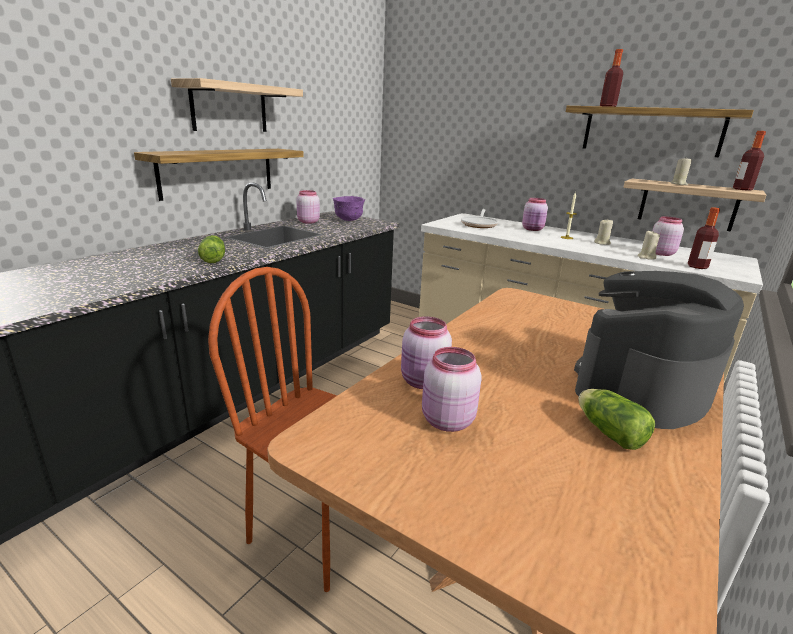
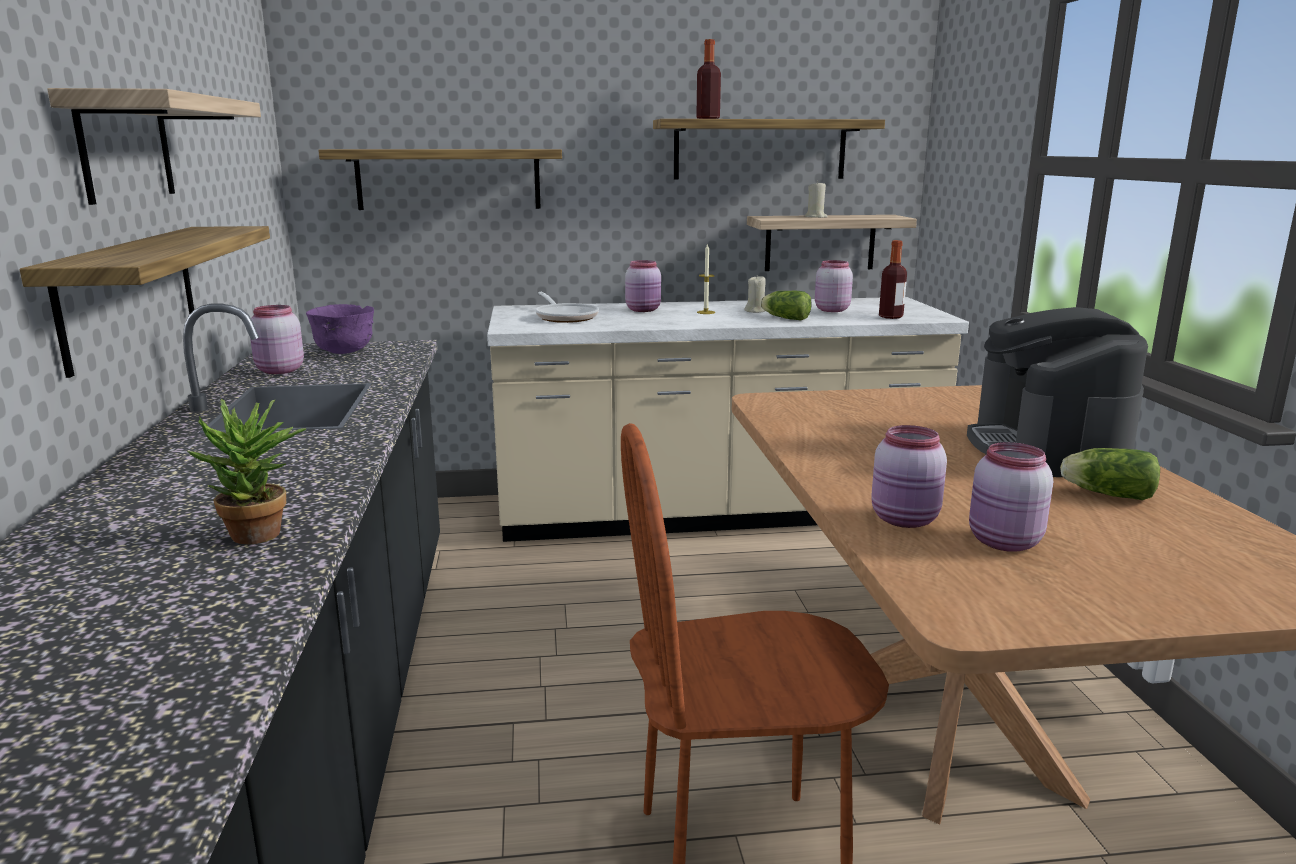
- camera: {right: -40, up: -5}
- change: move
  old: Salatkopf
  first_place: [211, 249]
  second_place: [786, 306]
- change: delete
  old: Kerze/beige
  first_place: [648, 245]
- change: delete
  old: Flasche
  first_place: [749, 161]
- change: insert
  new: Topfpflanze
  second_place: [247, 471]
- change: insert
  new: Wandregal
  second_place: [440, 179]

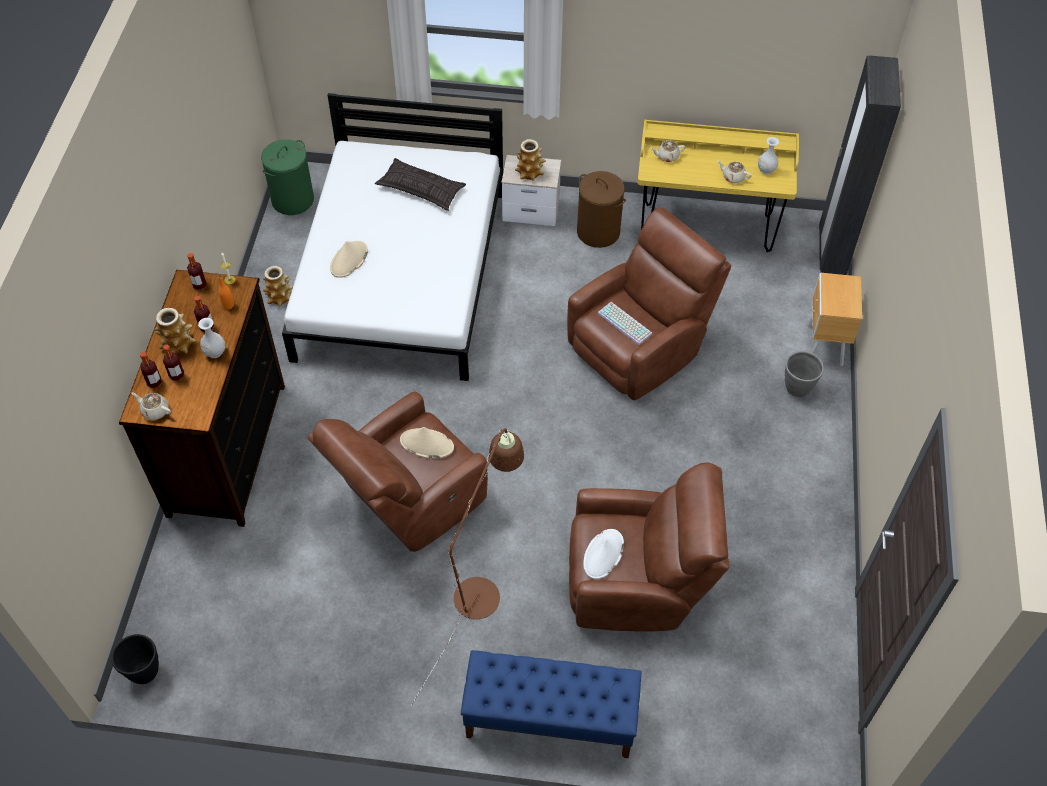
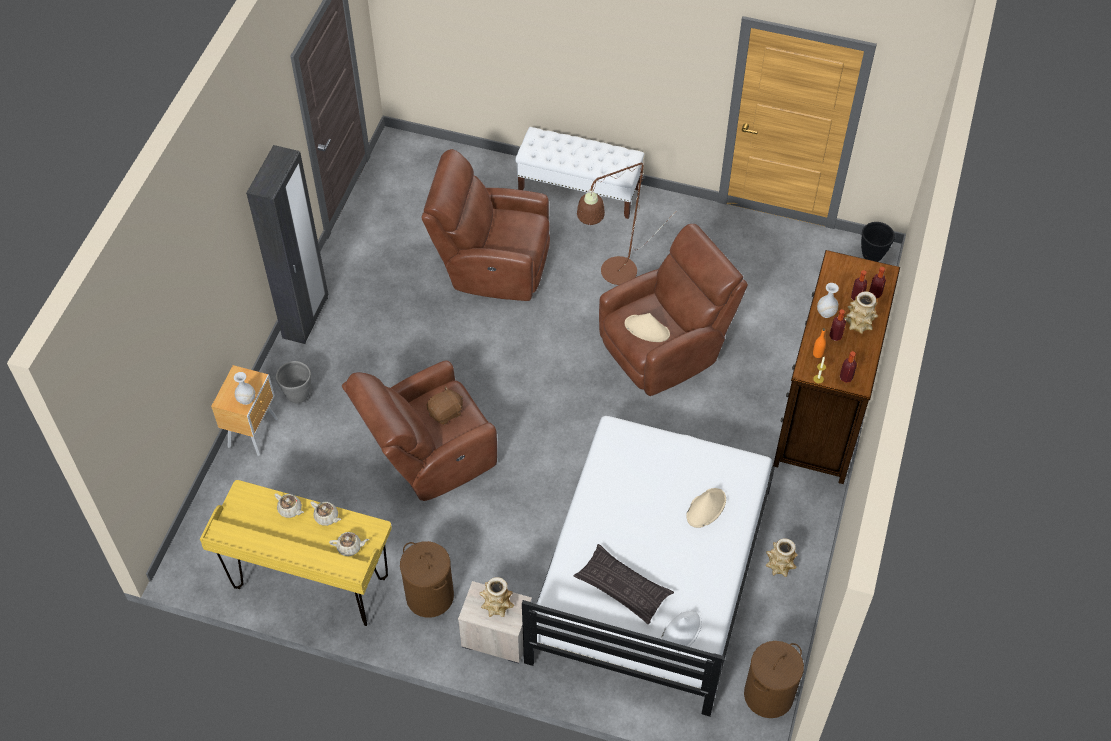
- camera: {right: -170, up: 0}
- change: move
  old: Teekanne/beige
  first_place: [151, 406]
  second_place: [326, 513]
- change: recolor
  old: Wäschekorb/grün
  new: Wäschekorb/braun
  first_place: [287, 177]
  second_place: [774, 679]
- change: recolor
  old: Bank/blau
  new: Bank/weiß
  first_place: [551, 704]
  second_place: [579, 173]
- change: move
  old: Hut/weiß
  first_place: [603, 554]
  second_place: [681, 631]
- change: replace
  old: Tastatur
  new: Plüschtier/braun
  first_place: [625, 323]
  second_place: [445, 405]
- change: move
  old: Vase/weiß
  first_place: [768, 155]
  second_place: [244, 388]
- change: move
  old: Kleiderschrank/schwarz
  first_place: [860, 165]
  second_place: [287, 244]

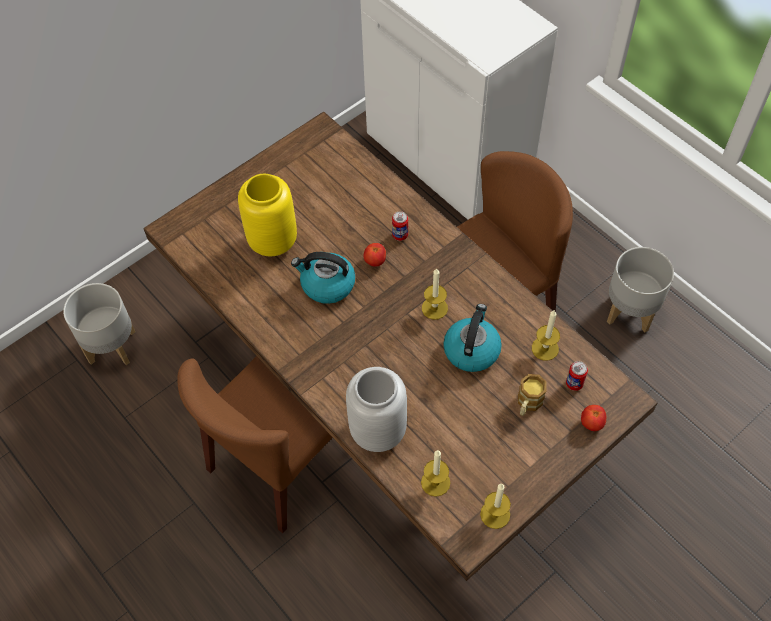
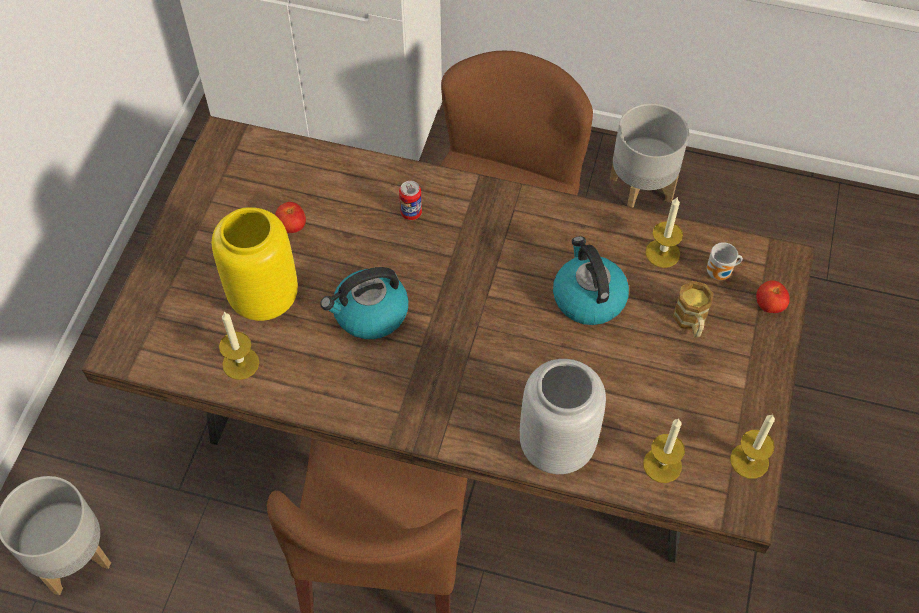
- camera: {right: -35, up: 0}
- change: move
  old: Tomate
  first_place: [375, 255]
  second_place: [290, 217]
- change: move
  old: Kerze
  first_place: [435, 294]
  second_place: [239, 345]
- change: replace
  old: Dose
  new: Henkelbecher
  first_place: [577, 376]
  second_place: [725, 261]

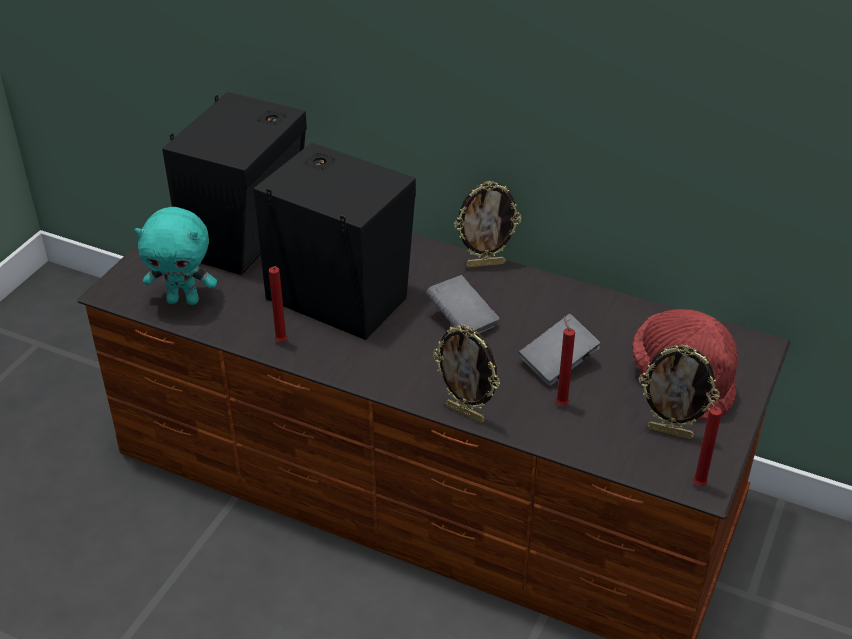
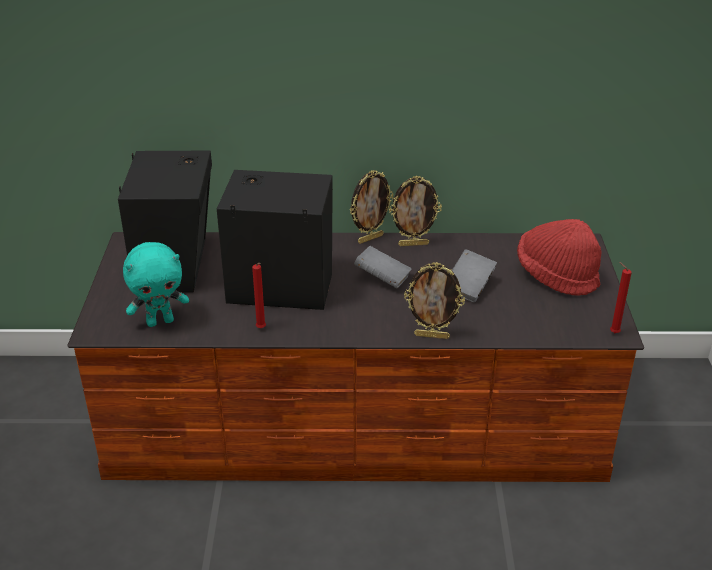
- camera: {right: -25, up: -5}
- change: delete
  old: Kerze/rot
  first_place: [565, 360]
- change: move
  old: Bilderrahmen
  first_place: [679, 392]
  second_place: [415, 211]

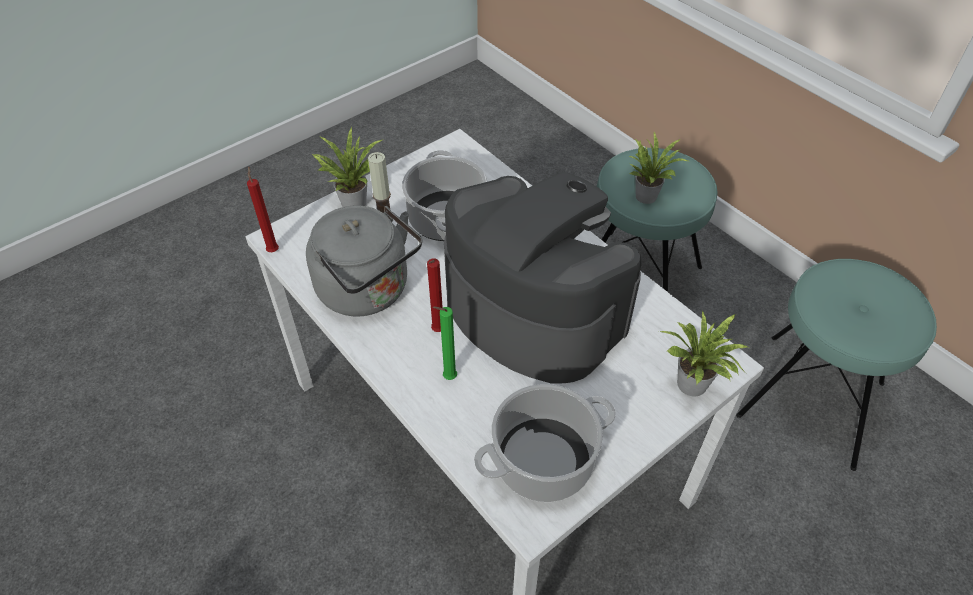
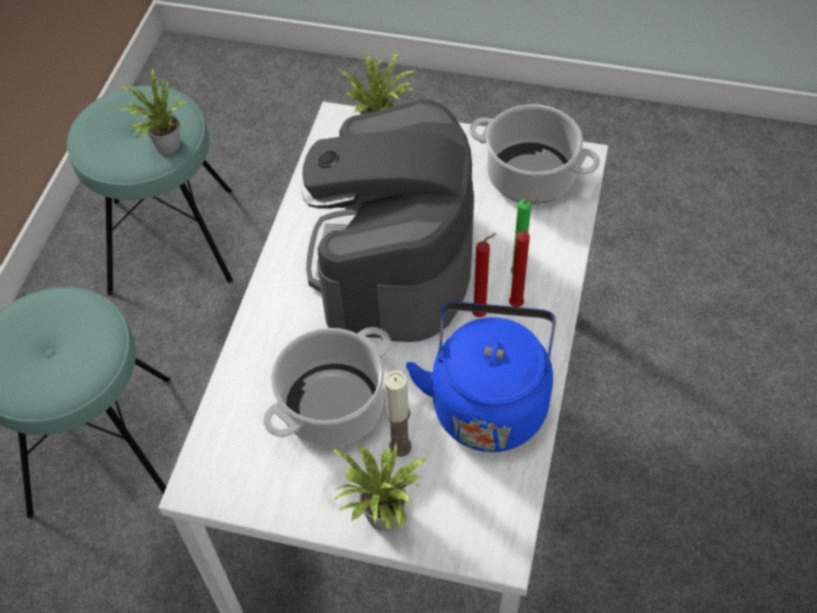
- camera: {right: -125, up: 5}
- change: move
  old: Kerze/rot
  first_place: [263, 209]
  second_place: [519, 269]
- change: recolor
  old: Wasserkessel/grau
  new: Wasserkessel/blau
  first_place: [364, 261]
  second_place: [481, 377]
- change: move
  old: Topfpflanze
  first_place: [658, 168]
  second_place: [152, 110]

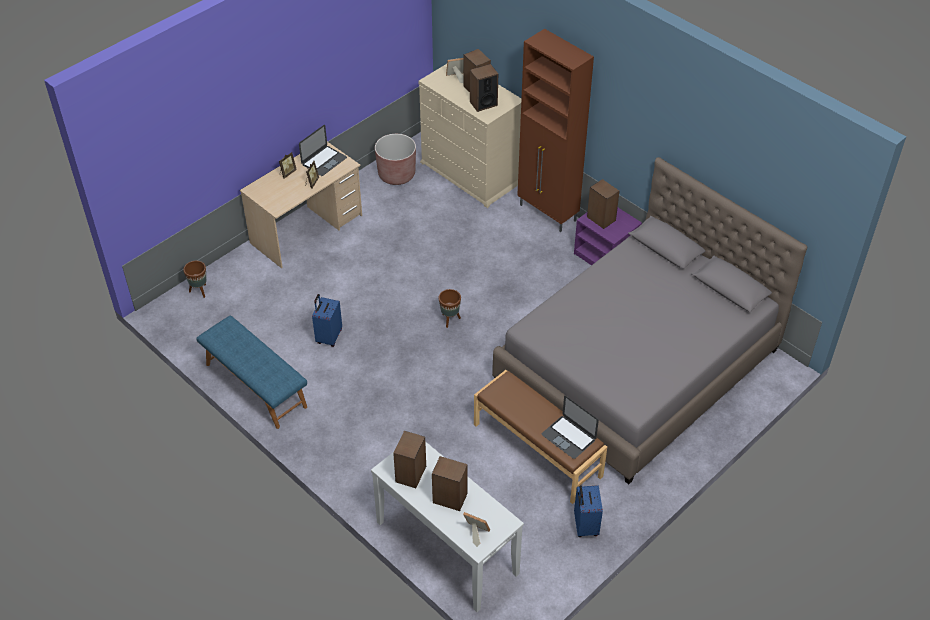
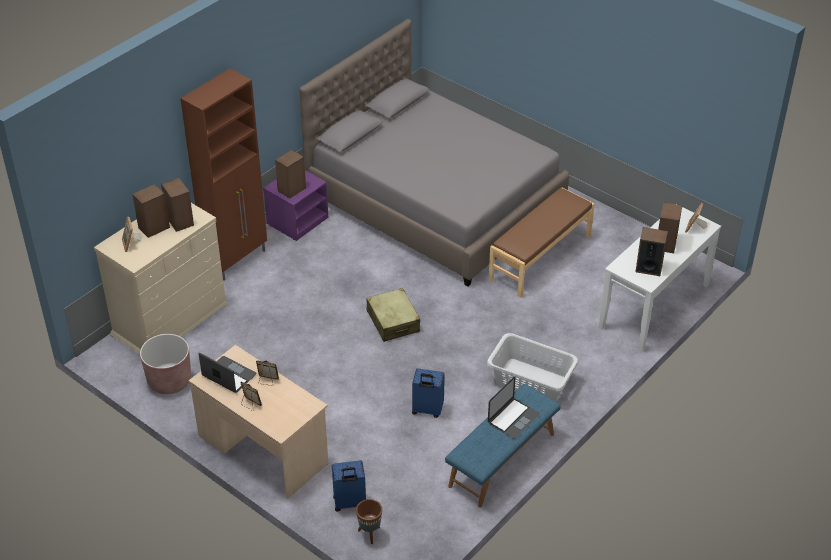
- camera: {right: -95, up: -5}
- change: replace
  old: Pflanzkübel/braun
  new: Koffer/beige
  first_place: [449, 308]
  second_place: [393, 315]
- change: move
  old: Laptop
  first_place: [570, 427]
  second_place: [514, 407]
- change: move
  old: Koffer/blau
  first_place: [588, 511]
  second_place: [349, 486]
- change: insert
  new: Wäschekorb/grau
  second_place: [532, 367]

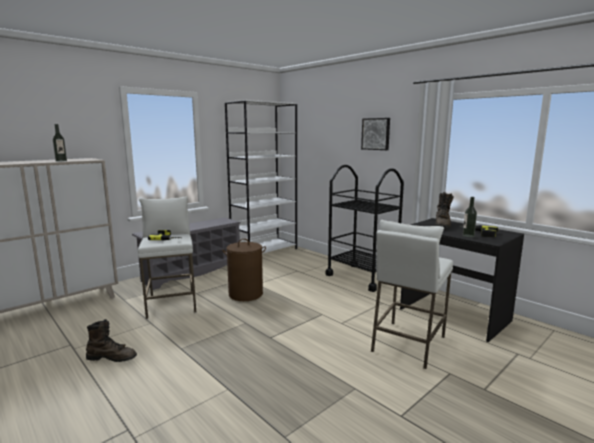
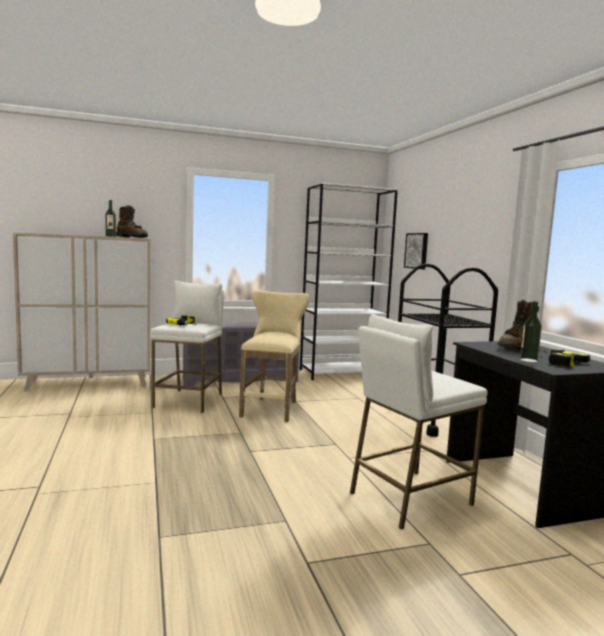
- camera: {right: 25, up: -5}
- change: move
  old: Stiefel/braun
  first_place: [111, 340]
  second_place: [132, 221]
- change: replace
  old: Wäschekorb/braun
  new: Hocker/beige
  first_place: [244, 270]
  second_place: [274, 356]
- change: move
  old: Bild
  first_place: [375, 134]
  second_place: [416, 251]

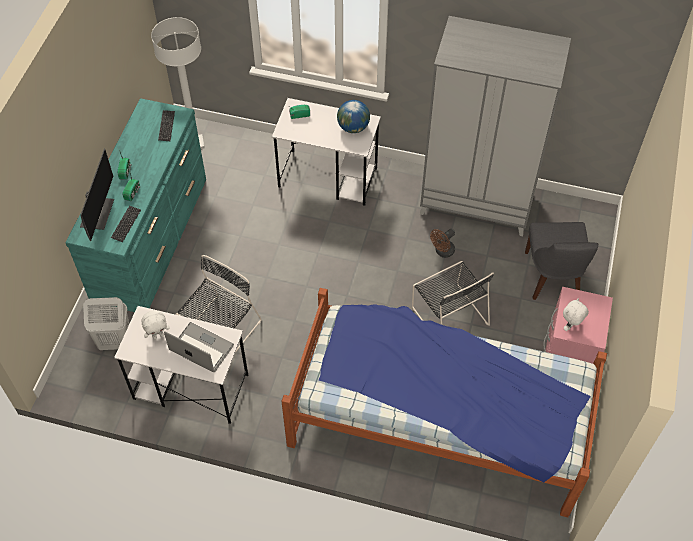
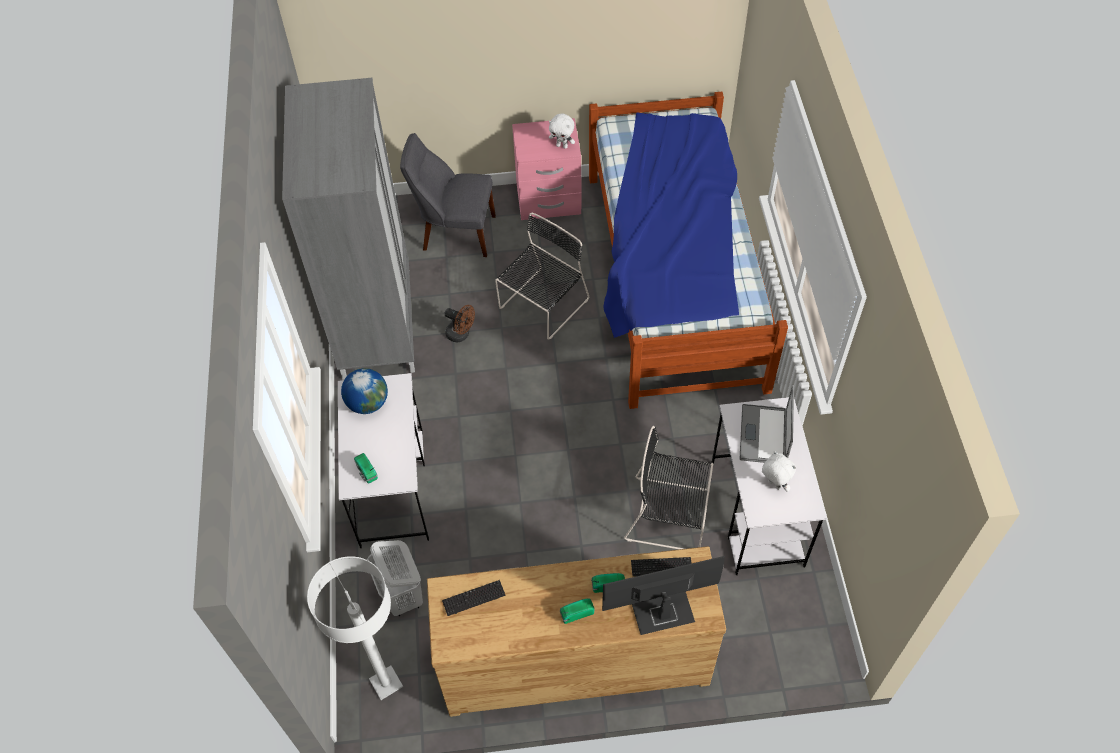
- camera: {right: -110, up: 0}
- change: recolor
  old: Kommode/türkis
  new: Kommode/braun
  first_place: [135, 205]
  second_place: [576, 631]
- change: move
  old: Wäschekorb/weiß
  first_place: [106, 323]
  second_place: [395, 578]
- change: rotate
  old: Stuhl/grau
  first_place: [561, 261]
  second_place: [448, 195]
  degrees: -150

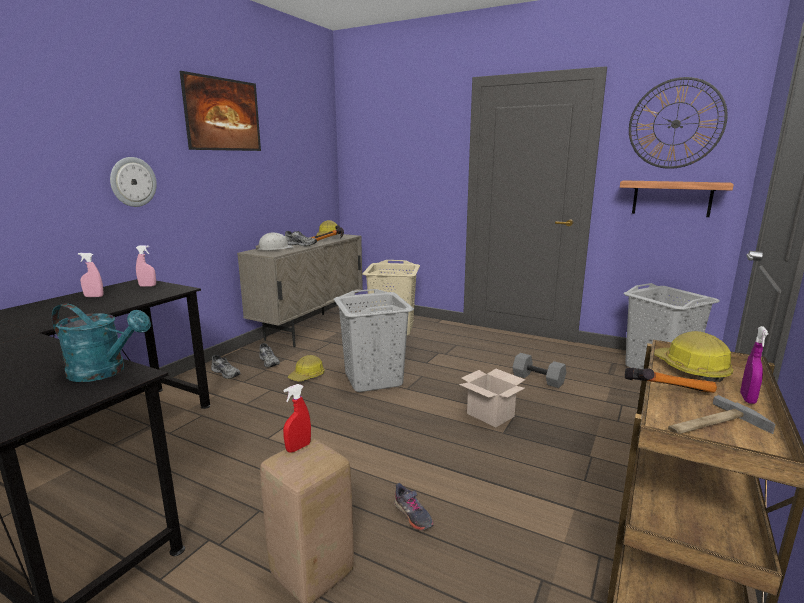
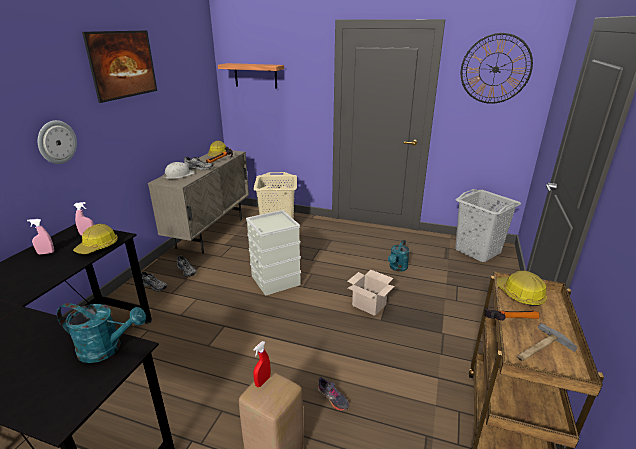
- camera: {right: -10, up: 10}
- change: move
  old: Schutzhelm
  first_place: [306, 368]
  second_place: [95, 239]
- change: replace
  old: Wäschekorb/grau
  new: Aufbewahrungsbox/grau
  first_place: [374, 340]
  second_place: [273, 253]
- change: replace
  old: Hantel/grau
  new: Gießkanne/türkis
  first_place: [539, 370]
  second_place: [398, 256]
- change: move
  old: Wandregal
  first_place: [677, 198]
  second_place: [251, 75]
- change: delete
  old: Sprühflasche/lila
  first_place: [754, 365]

